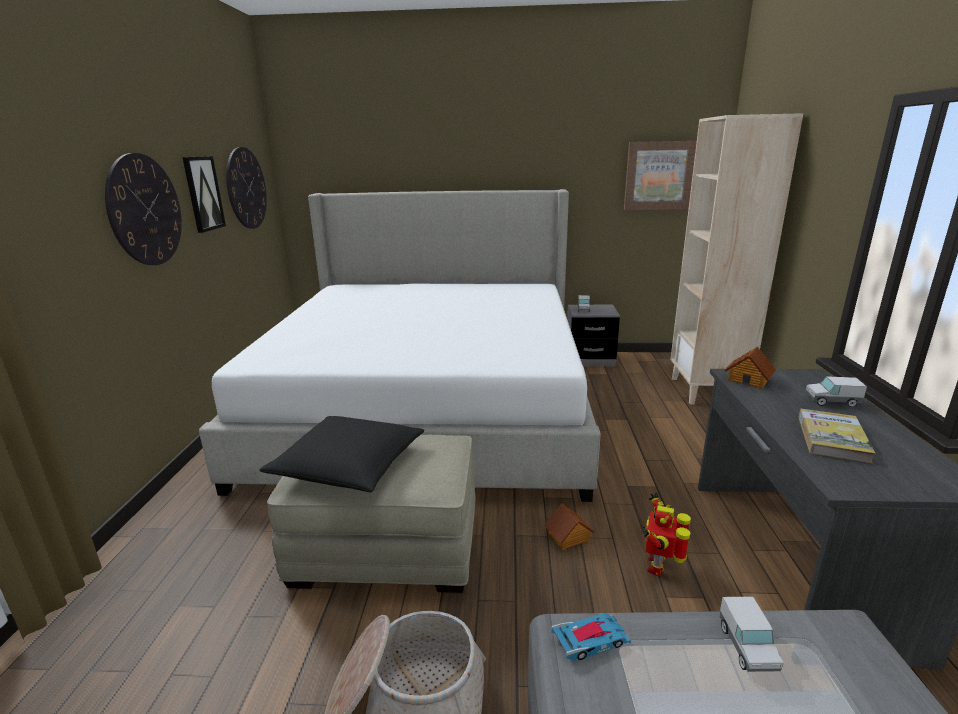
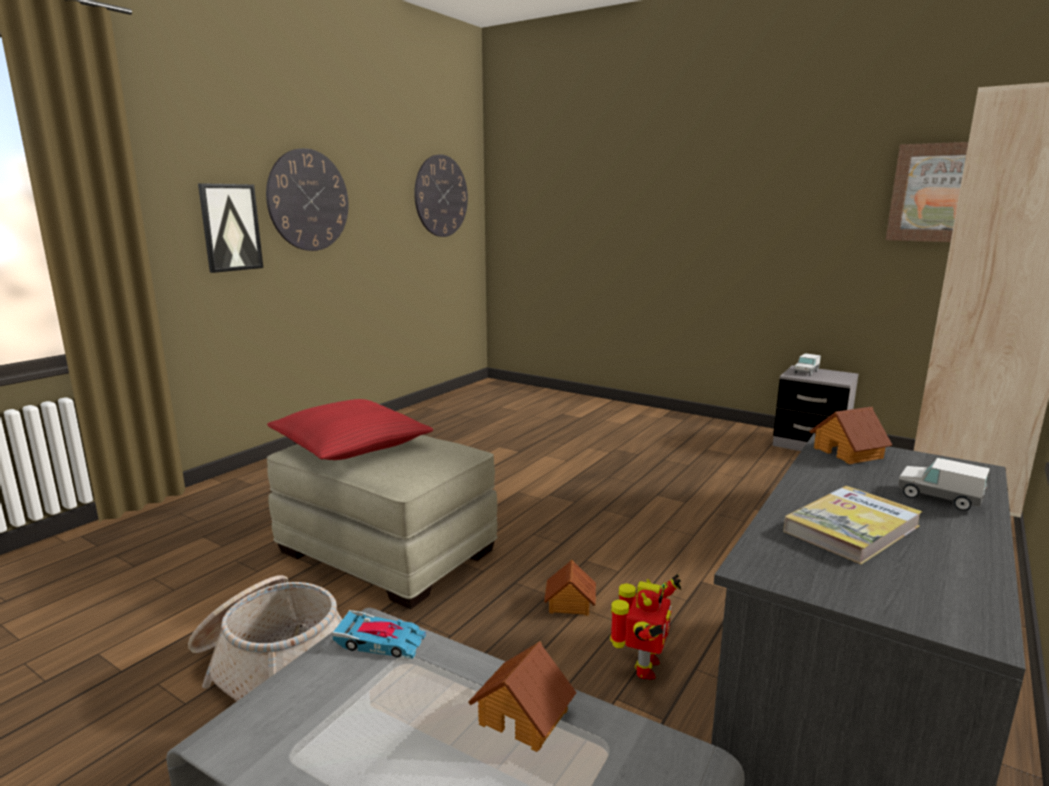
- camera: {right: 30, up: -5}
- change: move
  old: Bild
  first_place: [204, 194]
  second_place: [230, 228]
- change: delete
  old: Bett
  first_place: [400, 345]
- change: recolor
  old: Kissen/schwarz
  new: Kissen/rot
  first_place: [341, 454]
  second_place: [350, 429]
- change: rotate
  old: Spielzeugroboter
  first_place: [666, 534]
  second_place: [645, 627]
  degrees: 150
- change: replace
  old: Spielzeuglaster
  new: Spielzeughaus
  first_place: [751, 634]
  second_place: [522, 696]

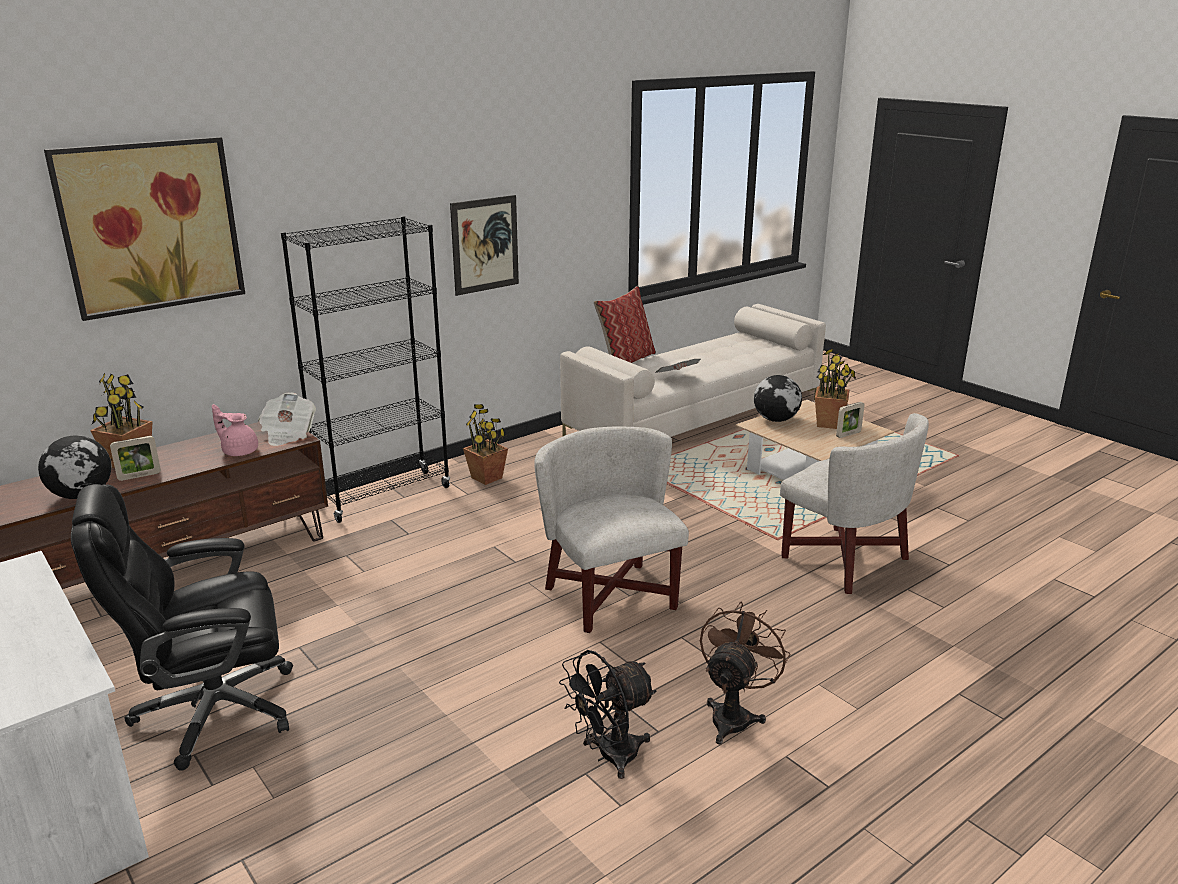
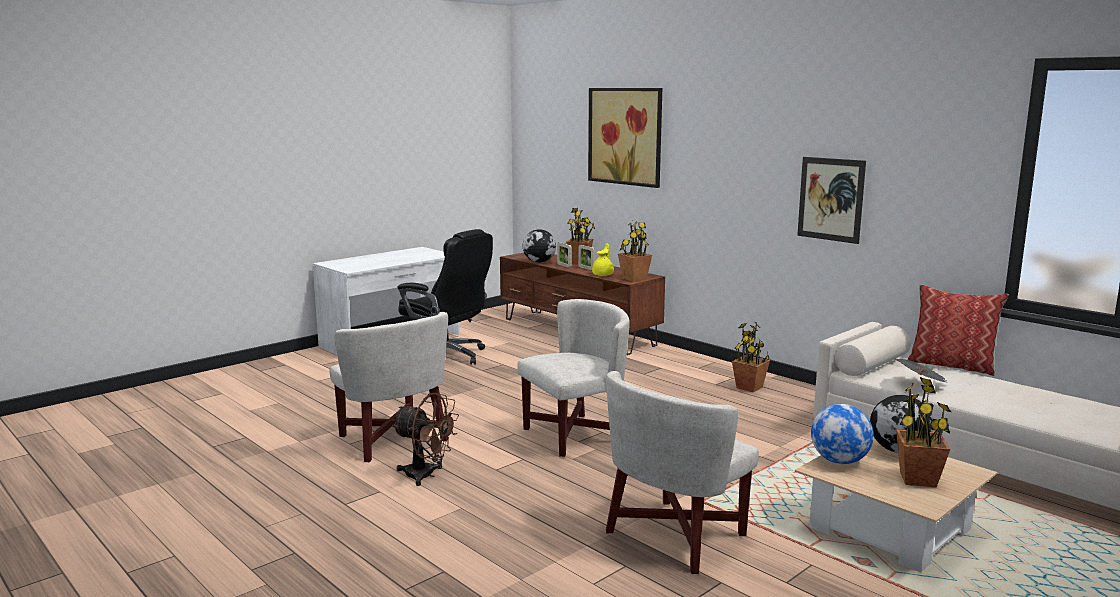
- camera: {right: 85, up: -10}
- change: rotate
  old: Bürostuhl/schwarz
  first_place: [182, 627]
  second_place: [445, 297]
  degrees: 150
- change: recolor
  old: Teekanne/rosa
  new: Teekanne/gelb
  first_place: [235, 430]
  second_place: [603, 259]
- change: replace
  old: Zeitung
  new: Topfpflanze
  first_place: [287, 419]
  second_place: [635, 251]
- change: delete
  old: Bücherregal/schwarz
  first_place: [365, 369]
- change: replace
  old: Ventilator/schwarz
  new: Sessel/weiß
  first_place: [607, 714]
  second_place: [388, 387]
- change: move
  old: Bilderrahmen
  first_place: [850, 420]
  second_place: [586, 257]
- change: insert
  new: Globus
  second_place: [842, 434]

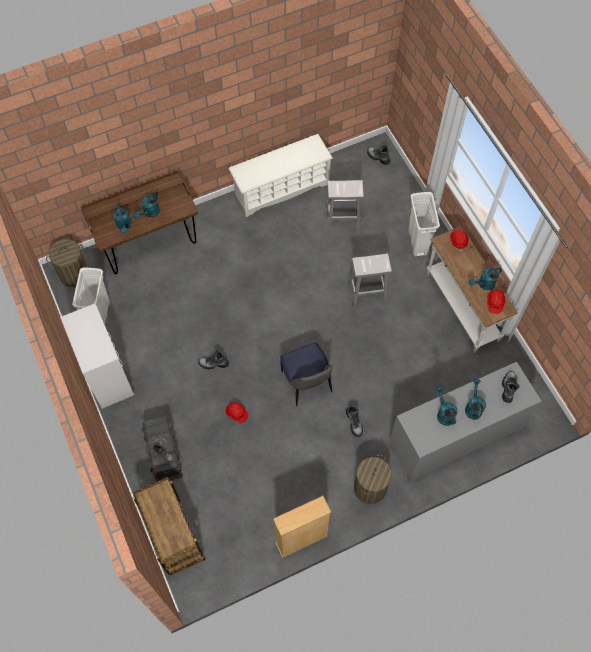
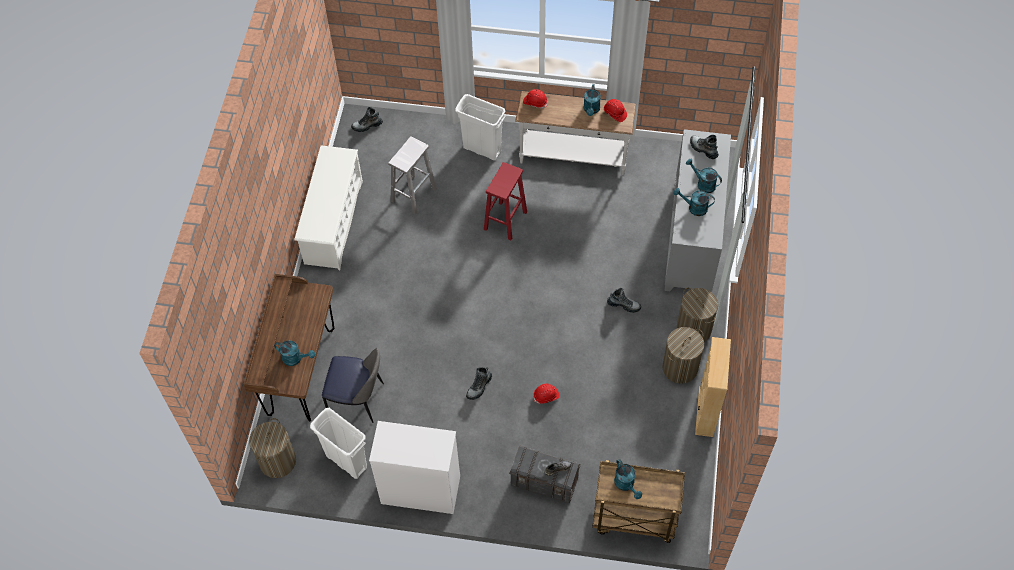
- camera: {right: -55, up: -5}
- change: move
  old: Gießkanne/türkis
  first_place: [147, 205]
  second_place: [628, 479]
- change: move
  old: Stuhl
  first_place: [306, 374]
  second_place: [353, 385]
- change: recolor
  old: Hocker/weiß
  new: Hocker/rot
  first_place: [370, 282]
  second_place: [505, 201]
- change: insert
  new: Wäschekorb
  second_place: [683, 355]

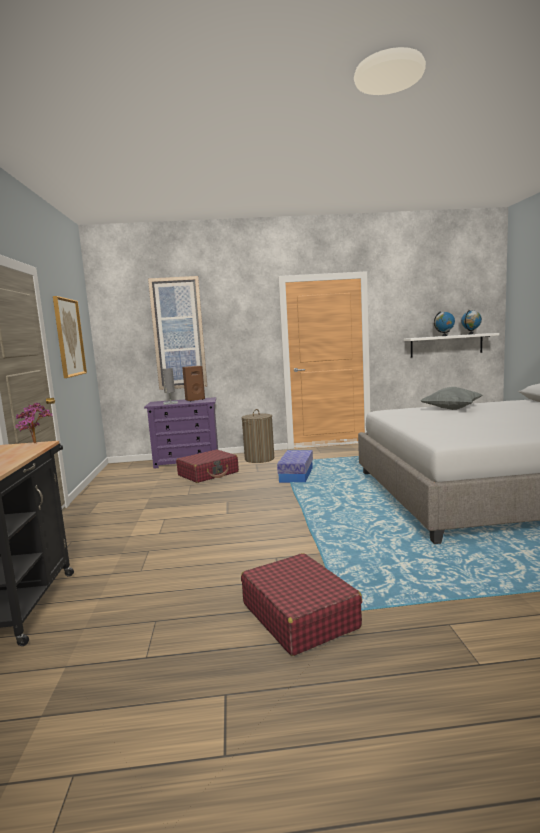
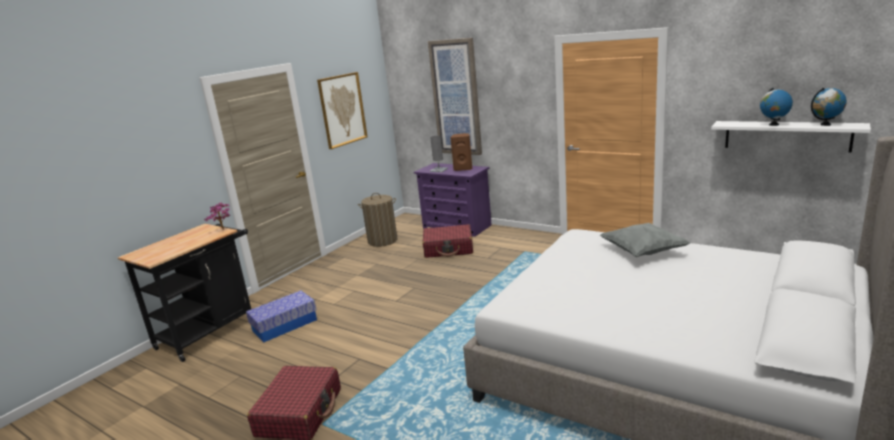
- camera: {right: 40, up: 10}
- change: move
  old: Wäschekorb
  first_place: [258, 436]
  second_place: [377, 220]
- change: move
  old: Aufbewahrungsbox
  first_place: [295, 466]
  second_place: [281, 317]

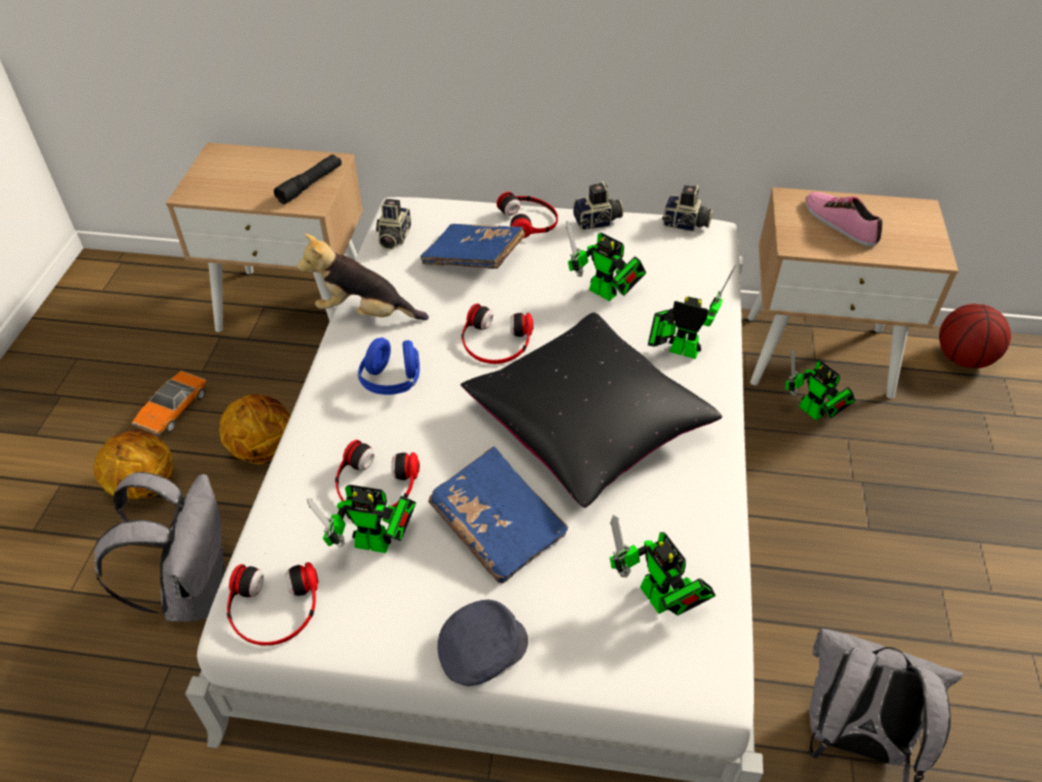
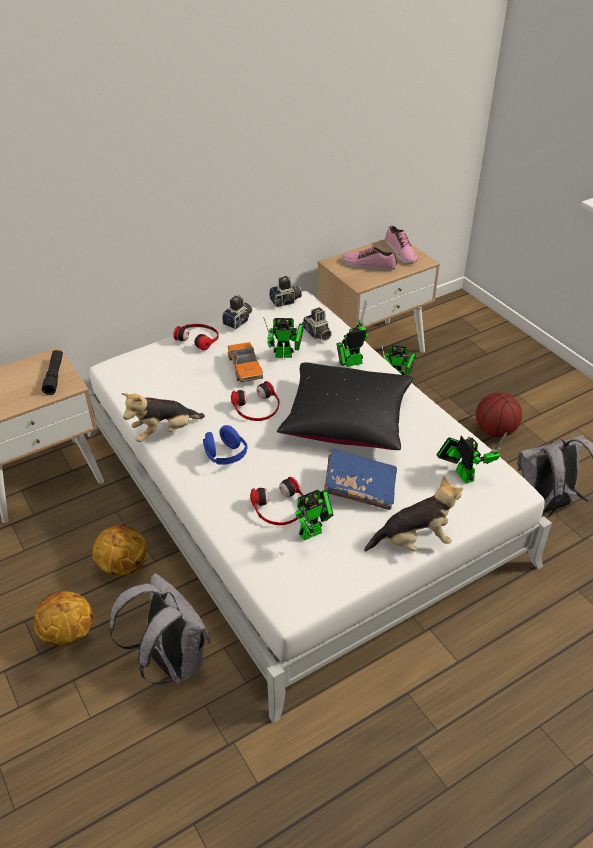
- camera: {right: -40, up: -5}
- change: move
  old: Spielzeugauto
  first_place: [169, 403]
  second_place: [245, 362]
- change: delete
  old: Kopfhörer
  first_place: [272, 603]
- change: move
  old: Kamera
  first_place: [393, 224]
  second_place: [317, 324]
- change: delete
  old: Buch/blau
  first_place: [472, 246]
- change: replace
  old: Kappe/grau
  new: Plüschtier
  first_place: [483, 643]
  second_place: [413, 513]
- change: rotate
  old: Spielzeugroboter
  first_place: [663, 565]
  second_place: [472, 458]
  degrees: -135
- change: move
  old: Basketball
  first_place: [975, 336]
  second_place: [499, 414]
- change: insert
  new: Schuh
  second_place: [401, 244]

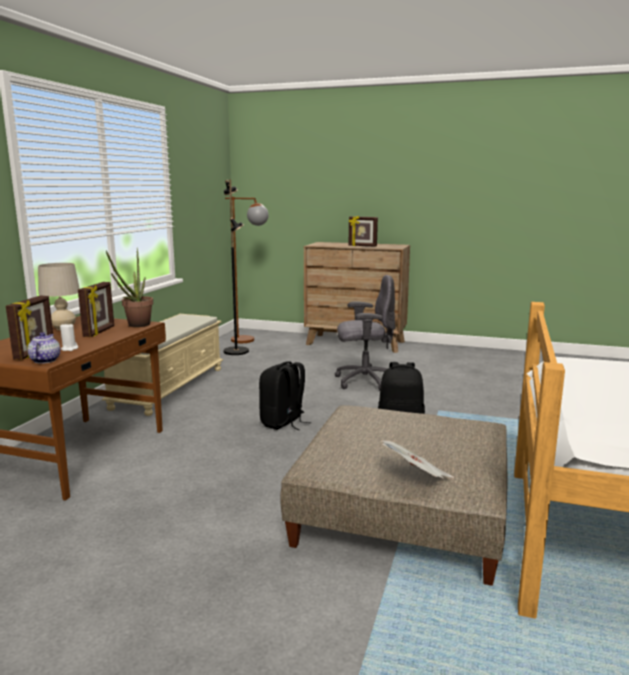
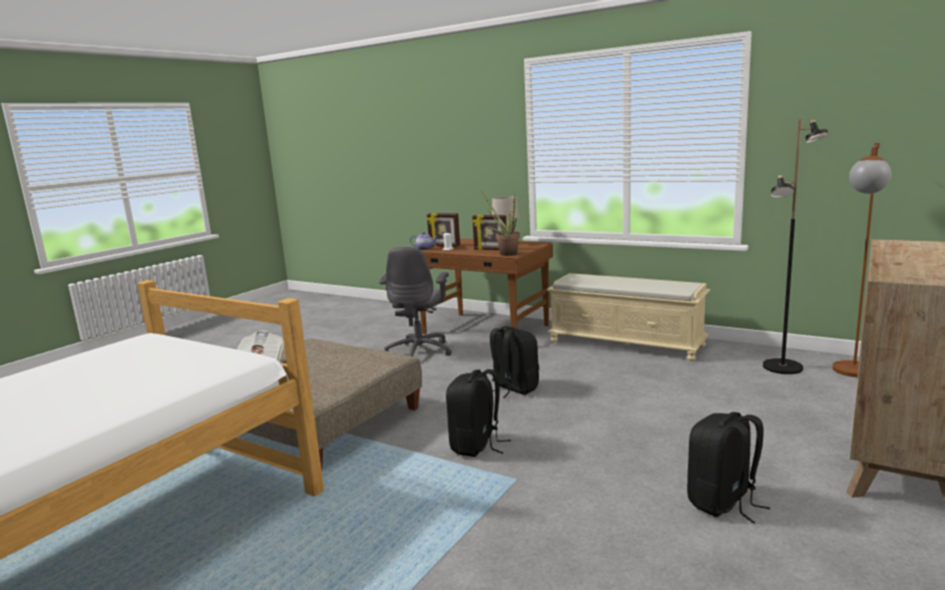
- camera: {right: 105, up: 0}
- change: move
  old: Bürostuhl/grau
  first_place: [365, 332]
  second_place: [415, 302]
- change: delete
  old: Bilderrahmen
  first_place: [363, 231]
- change: insert
  new: Rucksack/schwarz
  second_place: [728, 468]

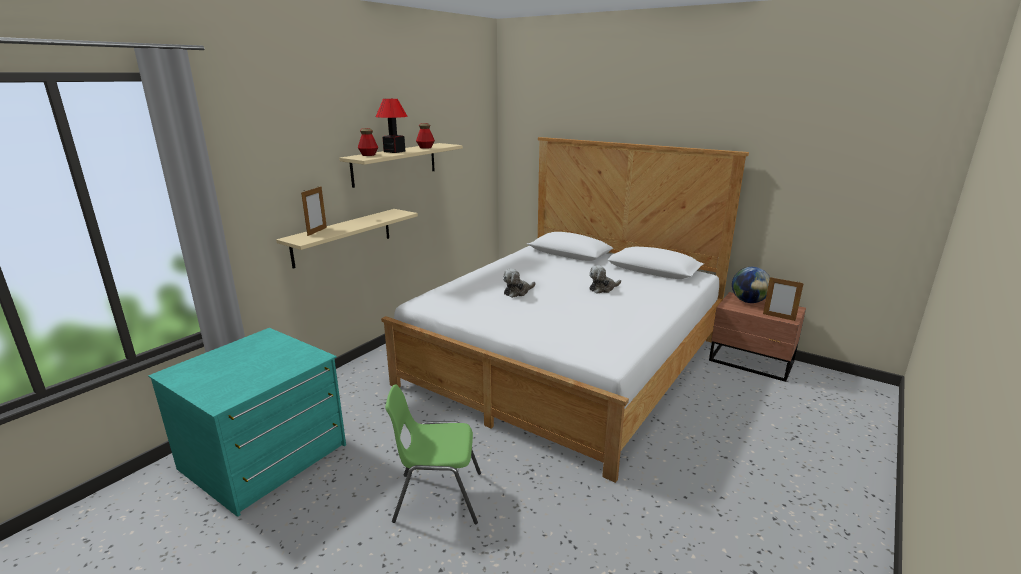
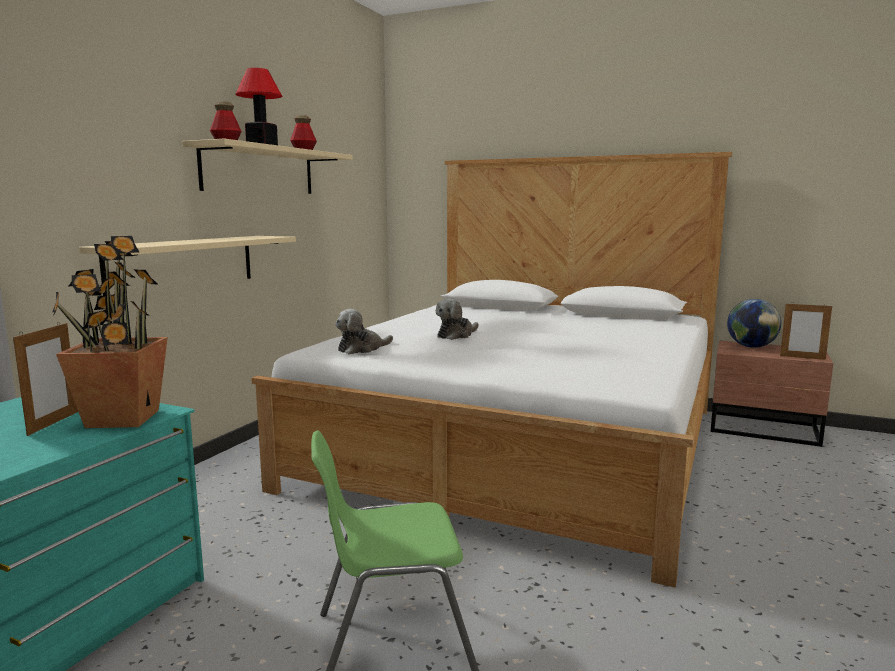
- camera: {right: -10, up: -10}
- change: move
  old: Bilderrahmen
  first_place: [314, 211]
  second_place: [45, 379]
- change: move
  old: Plüschtier
  first_place: [605, 279]
  second_place: [364, 331]
- change: insert
  new: Topfpflanze
  second_place: [110, 332]

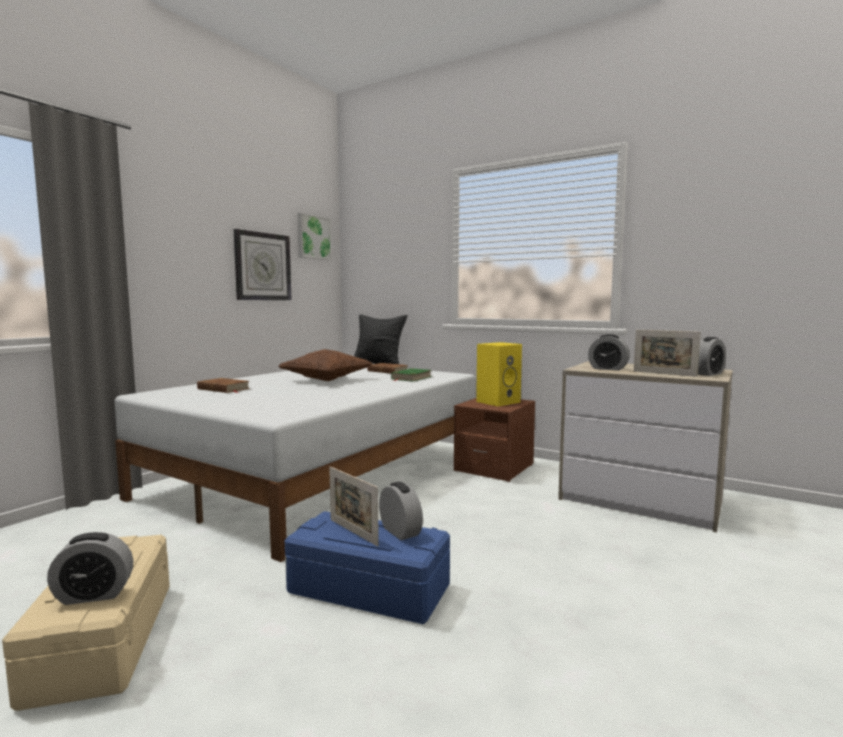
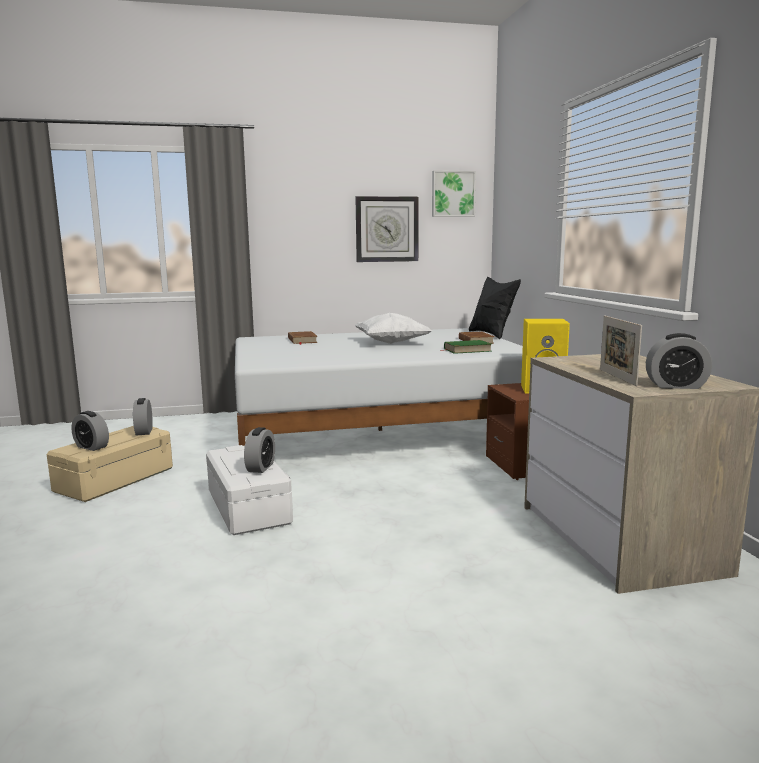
- camera: {right: 45, up: 5}
- change: recolor
  old: Kissen/braun
  new: Kissen/weiß
  first_place: [326, 365]
  second_place: [393, 328]
- change: recolor
  old: Aufbewahrungsbox/blau
  new: Aufbewahrungsbox/weiß
  first_place: [367, 567]
  second_place: [249, 490]
- change: delete
  old: Bilderrahmen
  first_place: [354, 506]
- change: move
  old: Wecker
  first_place: [609, 352]
  second_place: [143, 417]

